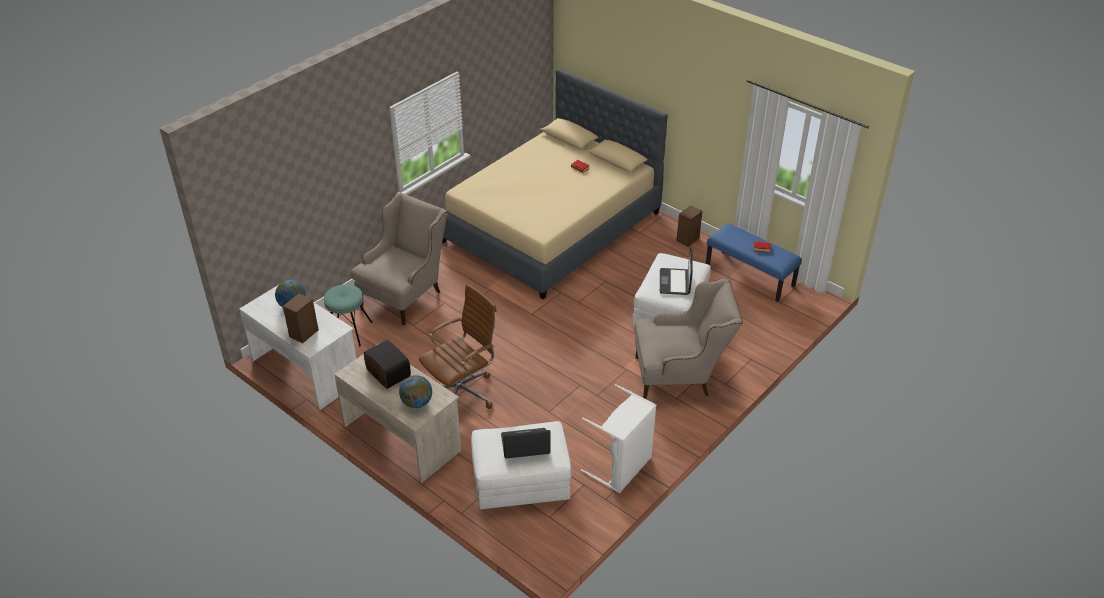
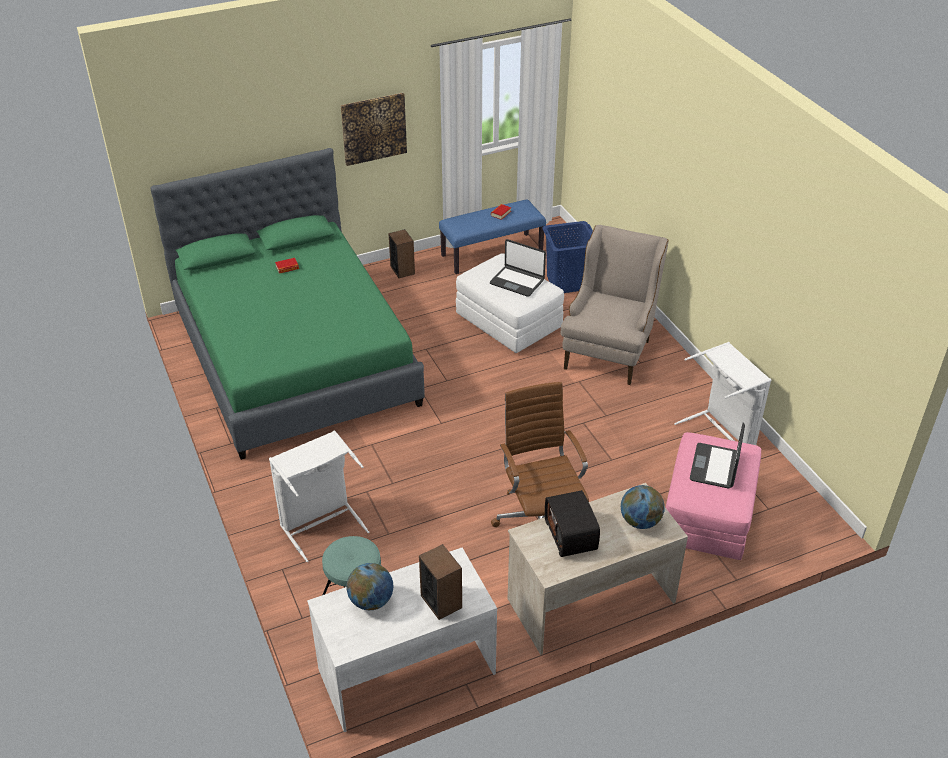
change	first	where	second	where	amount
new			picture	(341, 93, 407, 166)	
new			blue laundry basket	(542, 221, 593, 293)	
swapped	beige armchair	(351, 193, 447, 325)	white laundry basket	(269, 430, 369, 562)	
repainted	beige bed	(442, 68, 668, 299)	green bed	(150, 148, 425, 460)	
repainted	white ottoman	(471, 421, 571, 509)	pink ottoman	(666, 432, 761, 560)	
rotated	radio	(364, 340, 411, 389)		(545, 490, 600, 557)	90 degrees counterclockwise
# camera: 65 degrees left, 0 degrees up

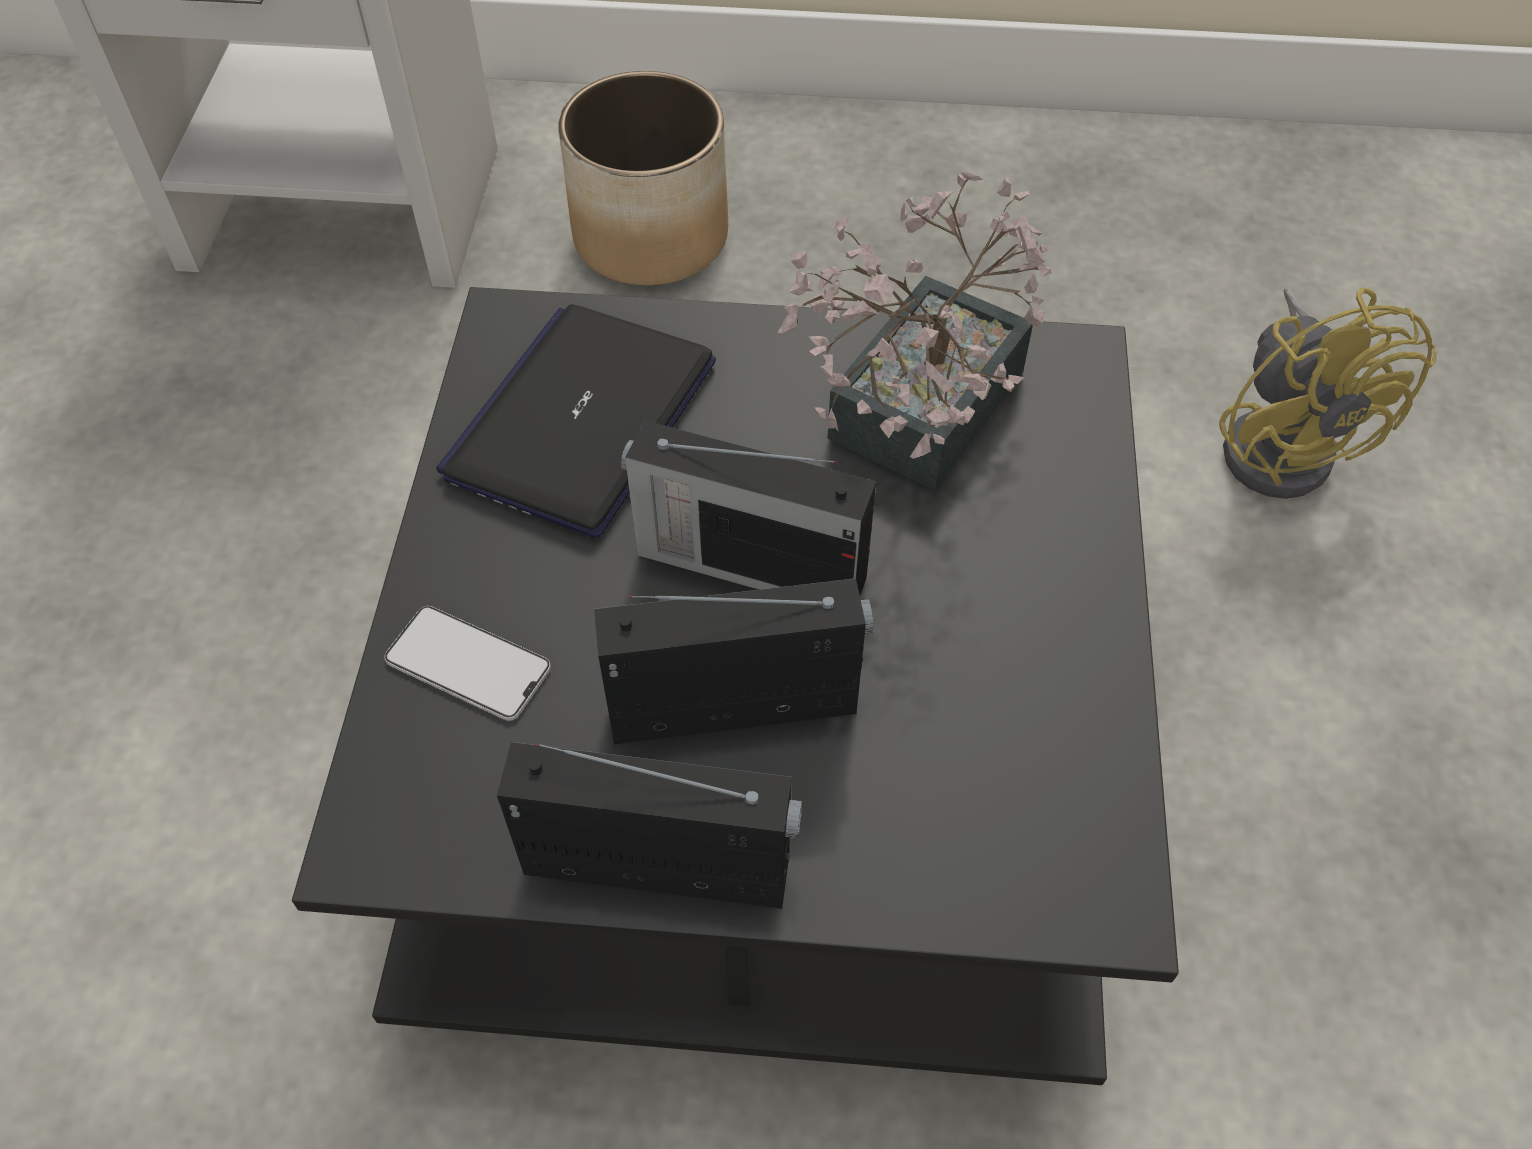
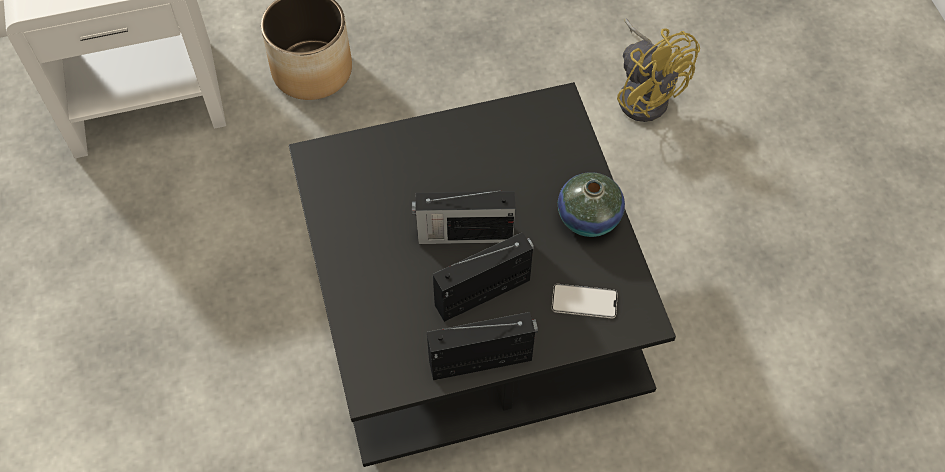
change	first	where	second	where	amount
gone	laptop	(436, 304, 716, 538)			
gone	potted plant	(778, 172, 1051, 491)			
new			vase	(558, 172, 625, 237)	
shifted	phone	(384, 606, 551, 721)		(552, 284, 618, 318)	
# camera: 20 degrees left, 5 degrees up

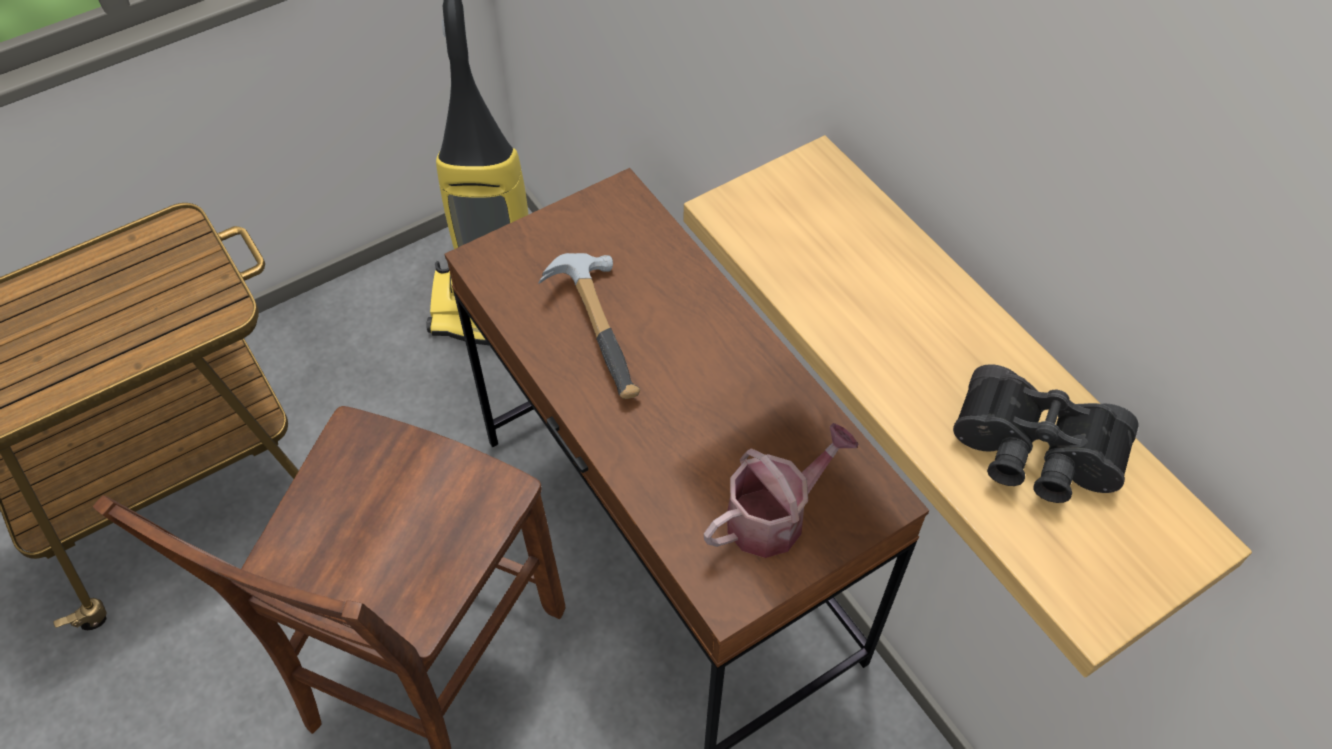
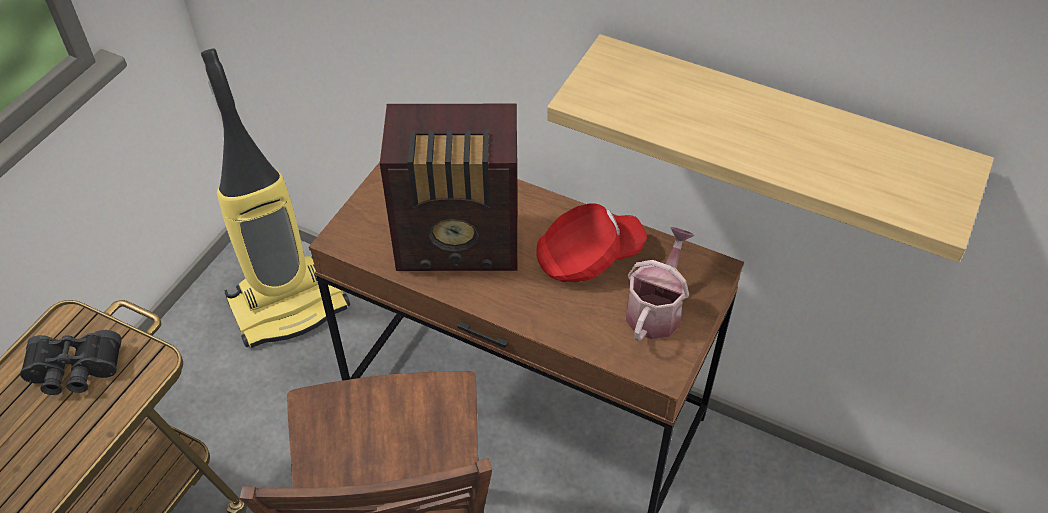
change	first	where	second	where	amount
new			red cap	(536, 203, 647, 282)	
shifted	black binoculars	(953, 364, 1139, 503)		(20, 330, 122, 395)	
swapped	hammer	(538, 253, 640, 399)	radio	(380, 104, 518, 271)	
# camera: 30 degrees left, 5 degrees down

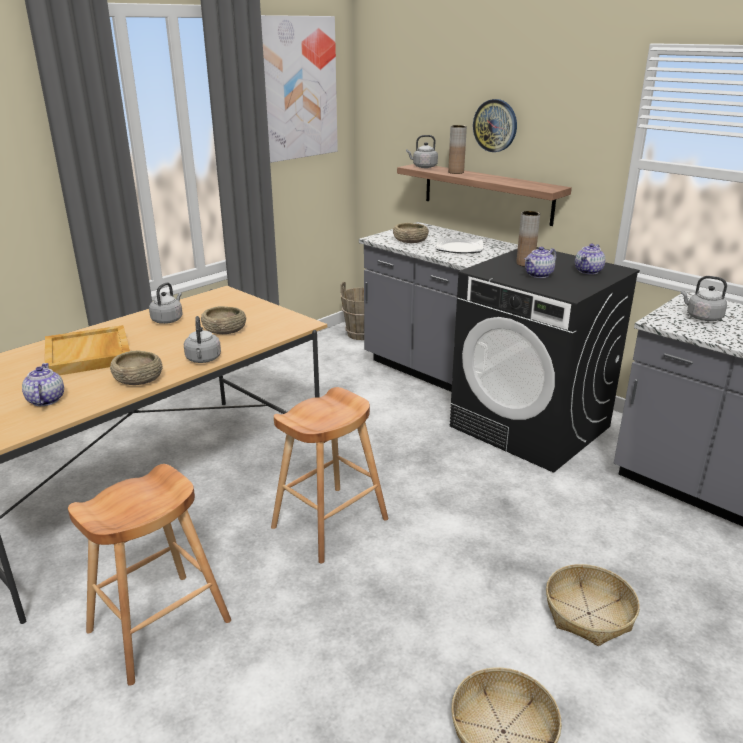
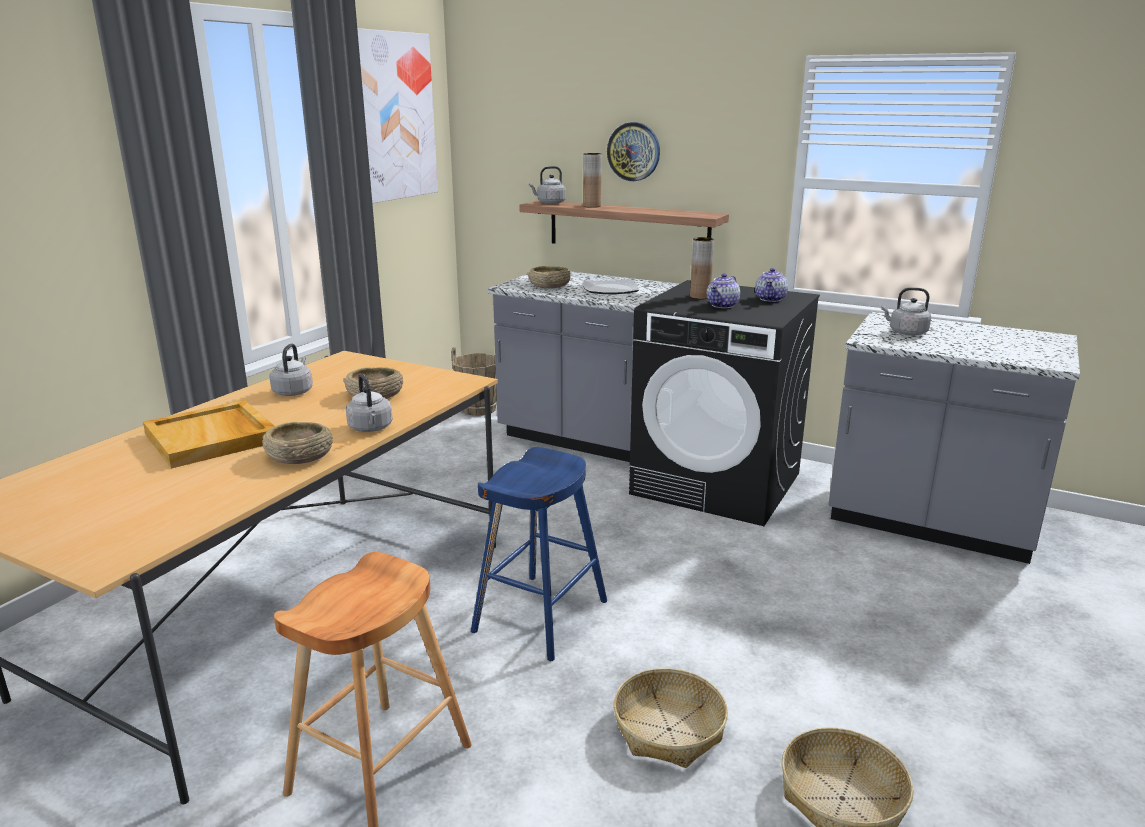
change	first	where	second	where	amount
gone	teapot	(22, 363, 64, 406)			
shifted	basket	(546, 564, 640, 646)		(614, 668, 728, 768)	
repainted	brown stool	(271, 387, 388, 563)	blue stool	(471, 447, 607, 661)	
# camera: 15 degrees left, 5 degrees down

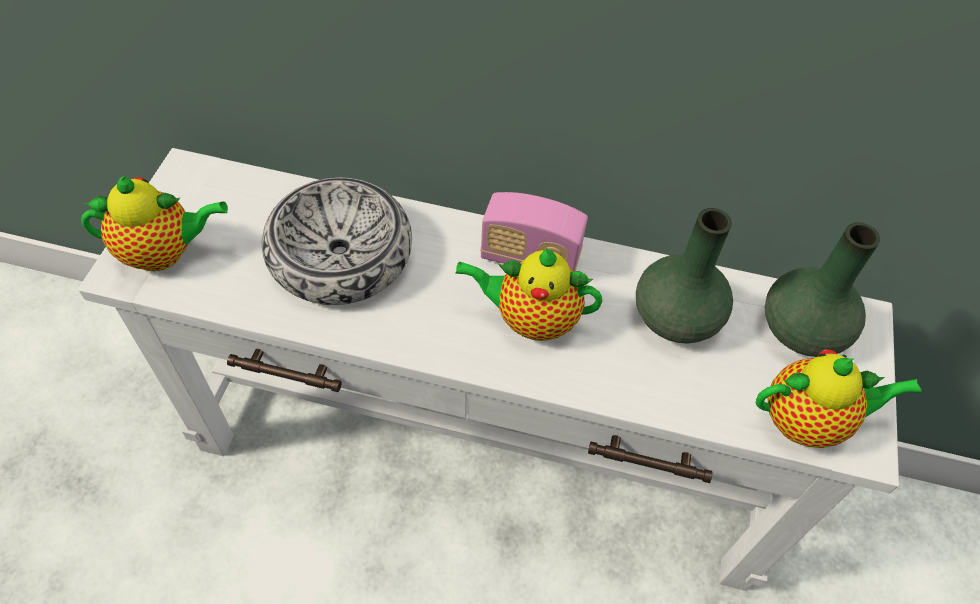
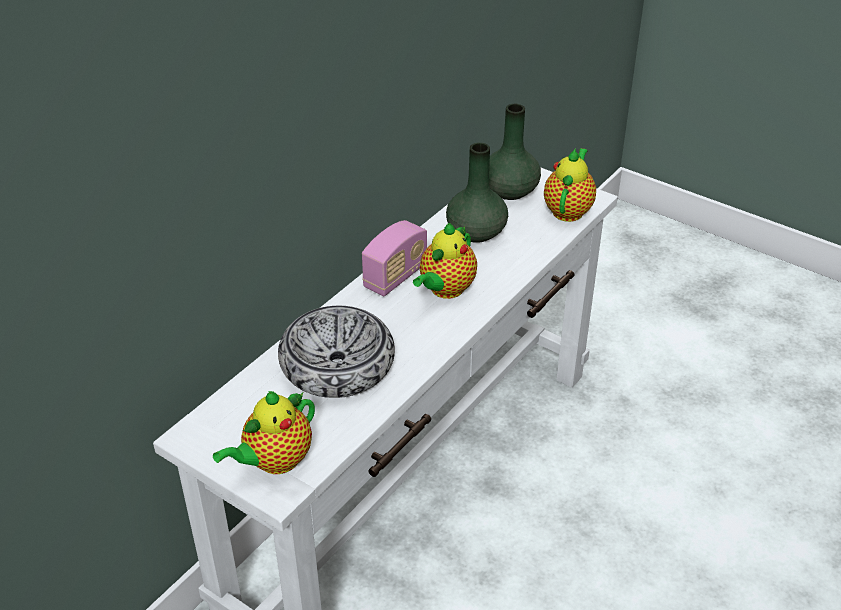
change	first	where	second	where	amount
rotated	teapot	(81, 176, 228, 271)		(213, 391, 315, 474)	150 degrees counterclockwise
# camera: 65 degrees left, 15 degrees down

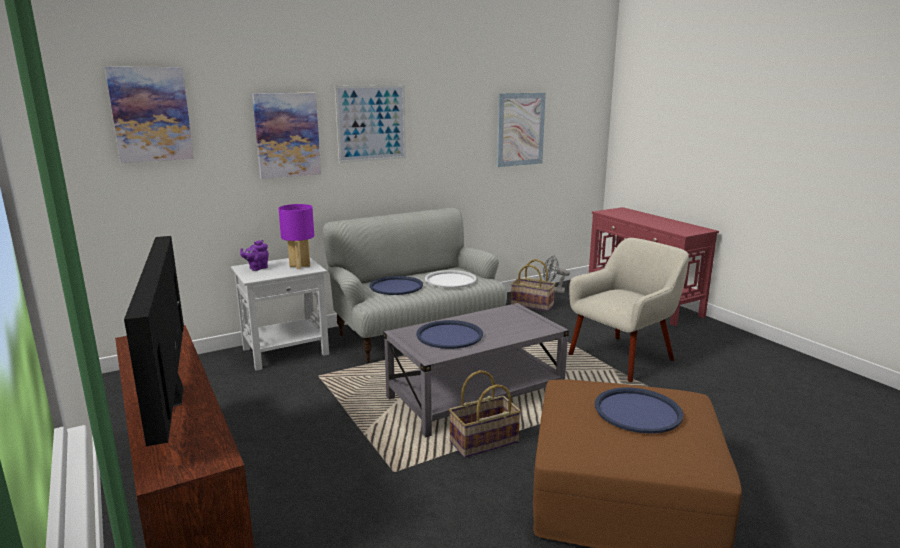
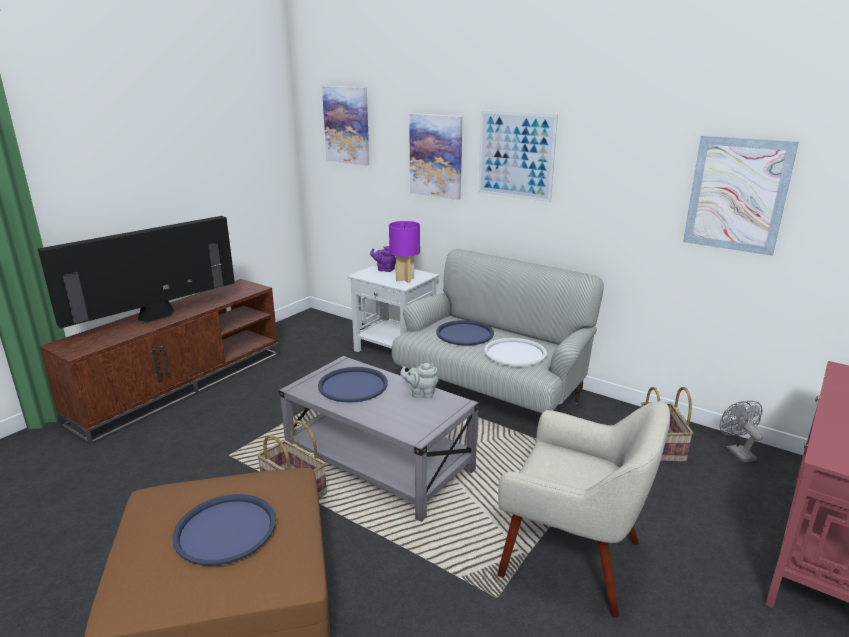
change	first	where	second	where	amount
new			grey teapot	(400, 363, 438, 399)	
# camera: 65 degrees right, 5 degrees up

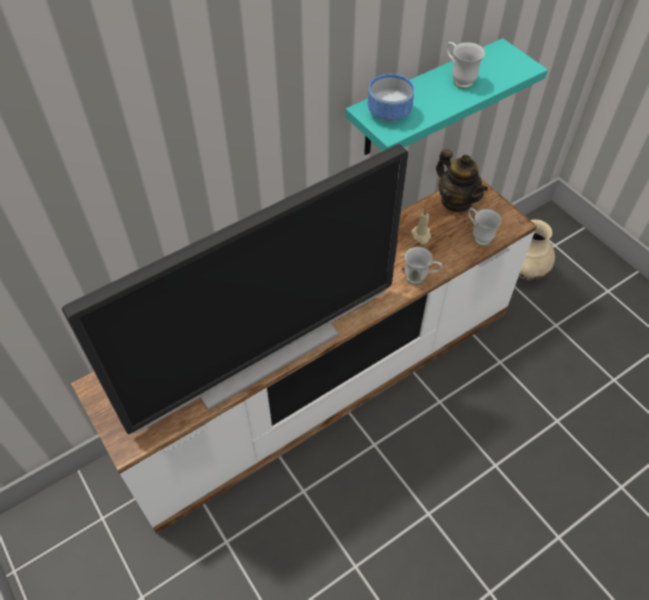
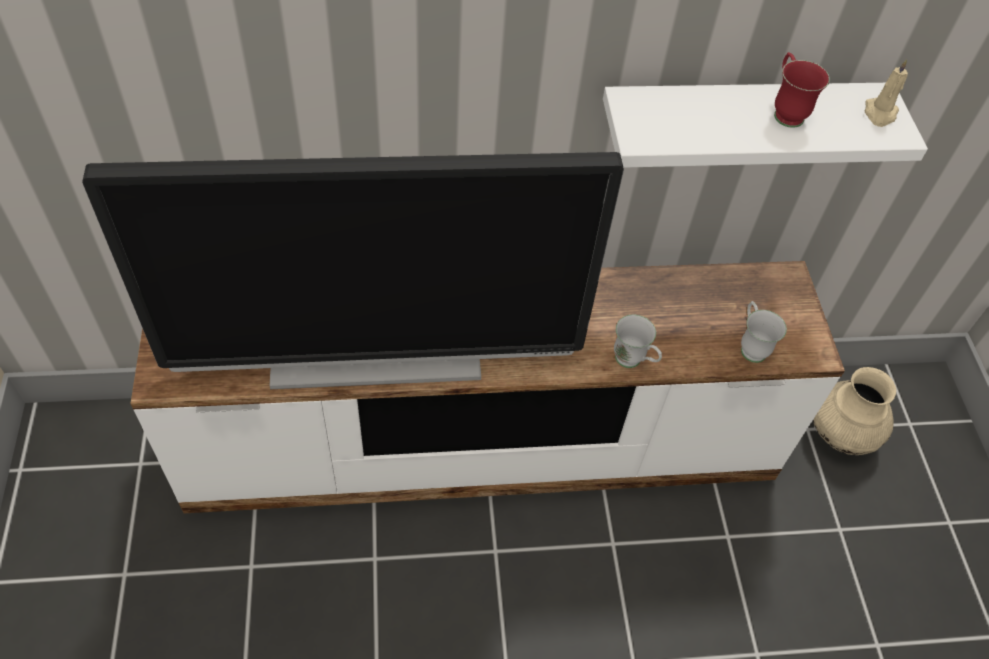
change	first	where	second	where	amount
gone	bowl	(368, 74, 414, 122)			
gone	teapot	(436, 149, 488, 212)			
shifted	beige candle	(411, 209, 431, 245)		(865, 59, 908, 127)	
repainted	turquoise shelf	(345, 38, 548, 155)	white shelf	(603, 83, 928, 168)	
repainted	white mug	(446, 42, 485, 89)	red mug	(774, 52, 830, 128)	
# camera: 25 degrees right, 0 degrees up

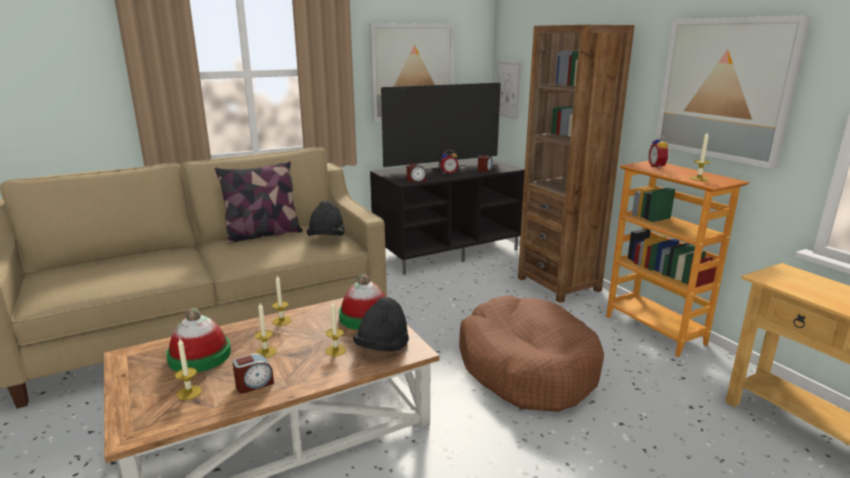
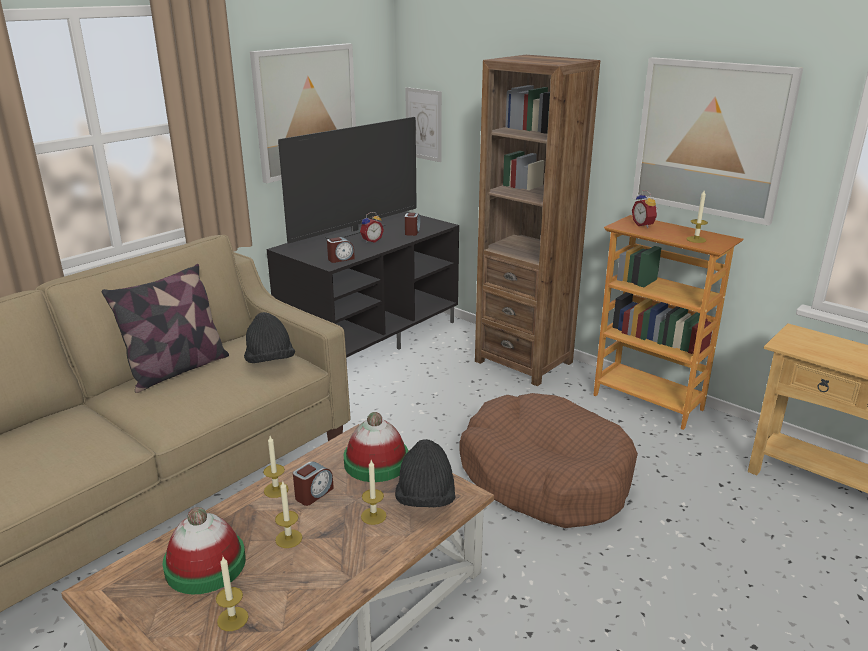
change	first	where	second	where	amount
shifted	alarm clock	(232, 354, 274, 394)		(293, 461, 334, 506)	
# camera: 20 degrees left, 5 degrees up

